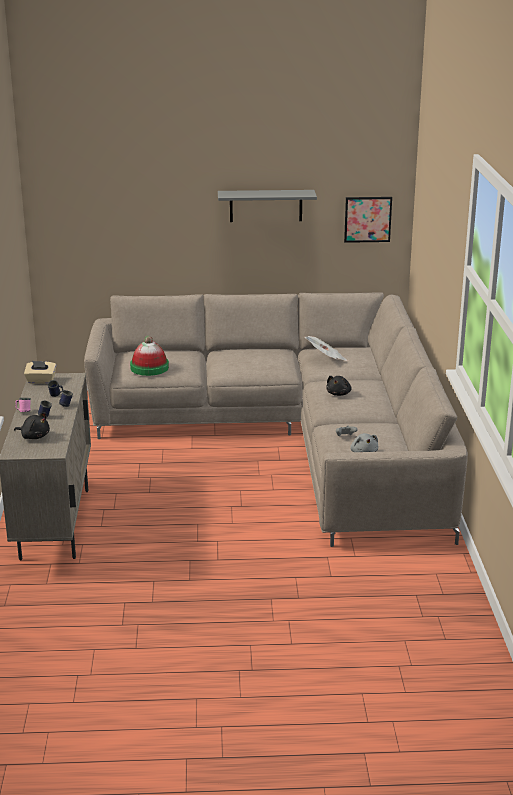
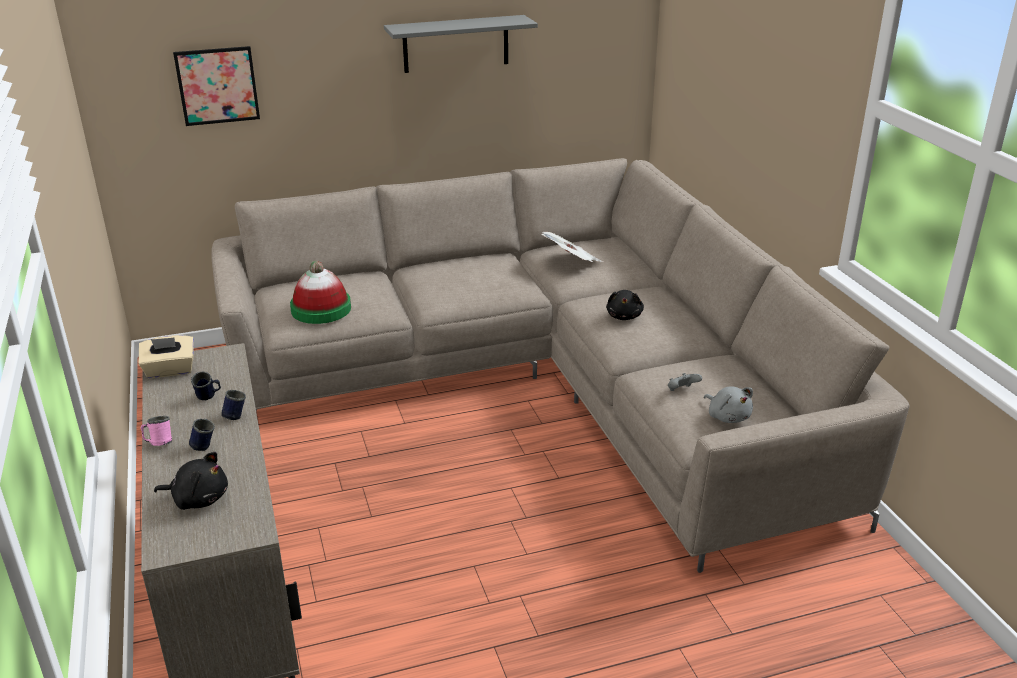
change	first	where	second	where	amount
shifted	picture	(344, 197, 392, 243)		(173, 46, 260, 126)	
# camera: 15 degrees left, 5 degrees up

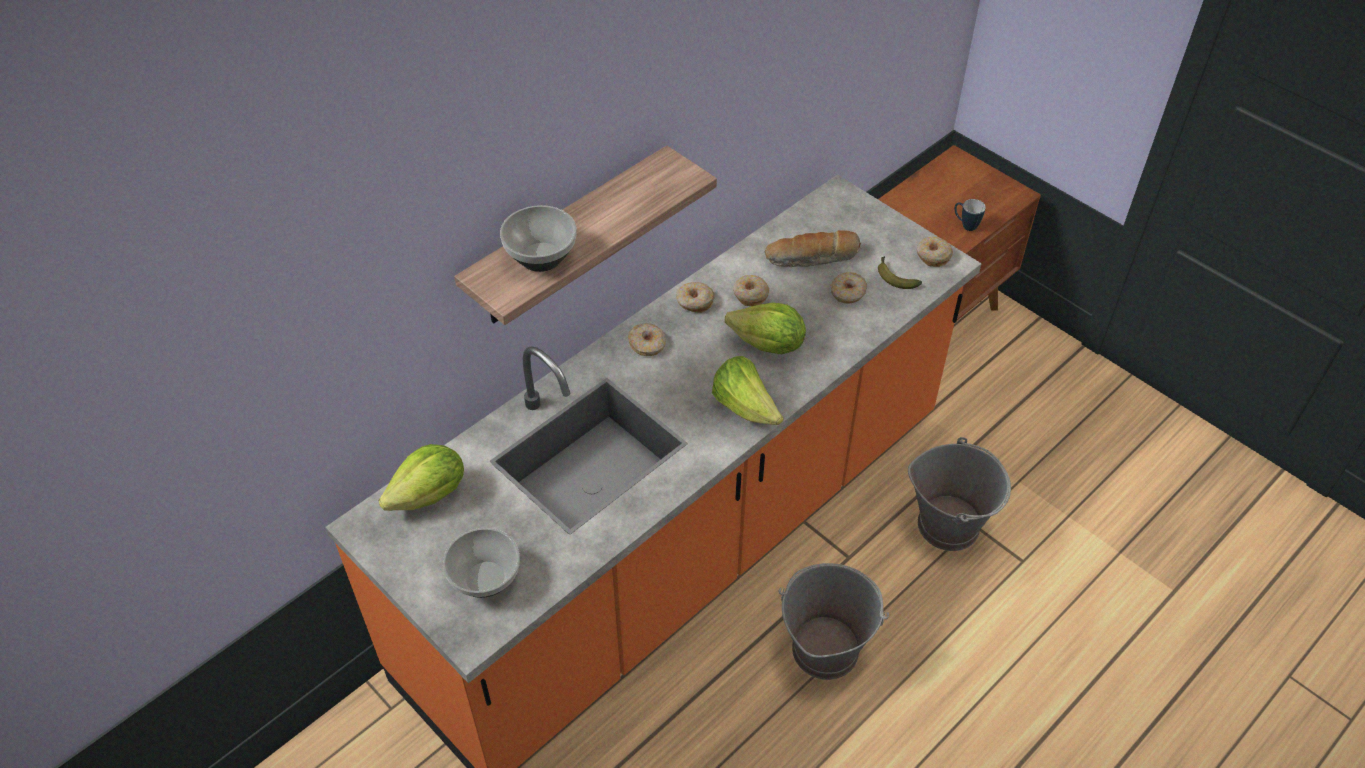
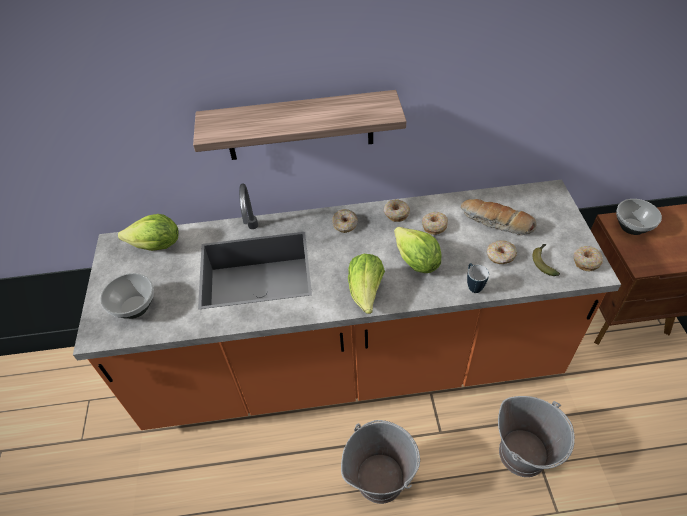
change	first	where	second	where	amount
shifted	bowl	(500, 205, 577, 272)		(616, 199, 662, 235)	
shifted	mug	(954, 199, 986, 231)		(467, 263, 489, 293)	
# camera: 40 degrees right, 0 degrees up

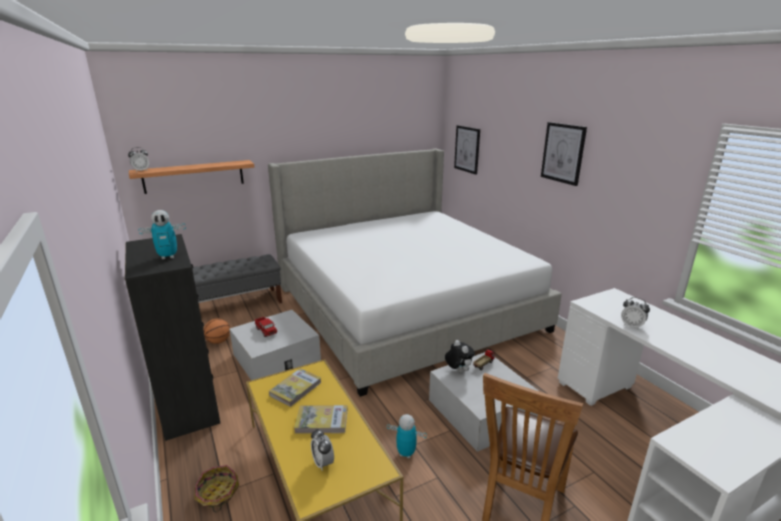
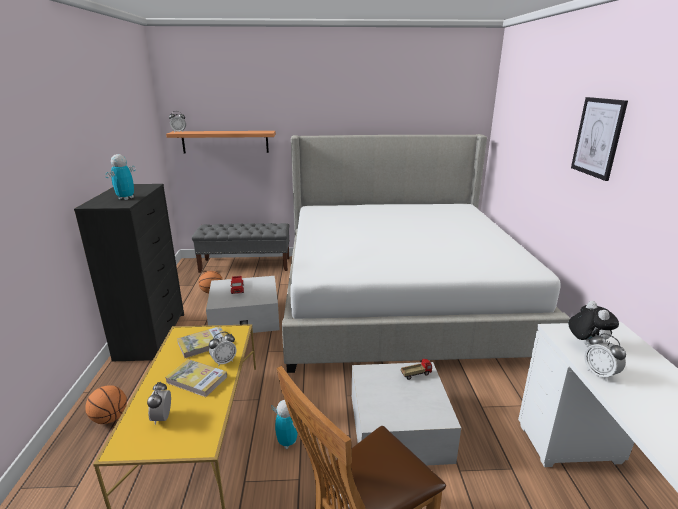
change	first	where	second	where	amount
gone	picture	(454, 125, 480, 175)			
new			alarm clock	(209, 332, 236, 367)	
shifted	plush toy	(445, 340, 475, 373)		(569, 301, 619, 347)	
swapped	basket	(194, 465, 239, 513)	basketball	(85, 385, 127, 424)	
rotated	toy robot	(138, 210, 186, 260)		(105, 154, 135, 200)	105 degrees clockwise
# camera: 25 degrees right, 0 degrees up

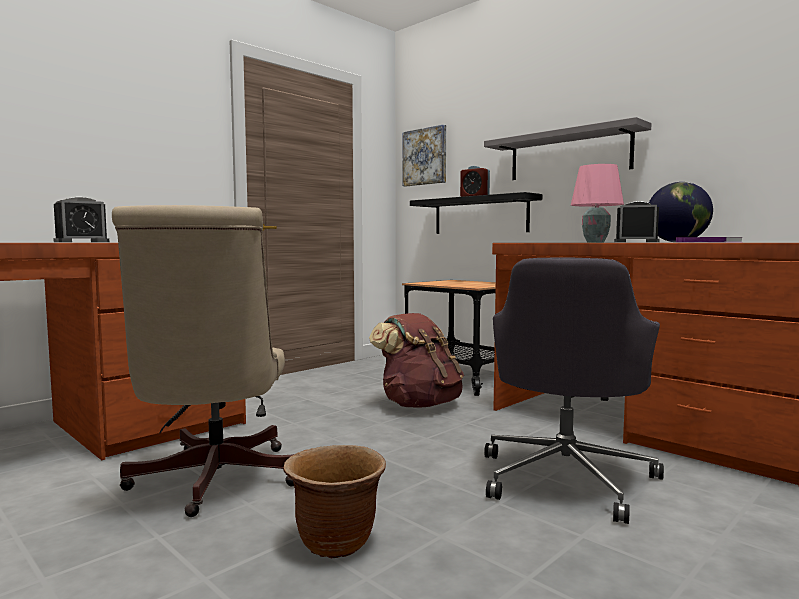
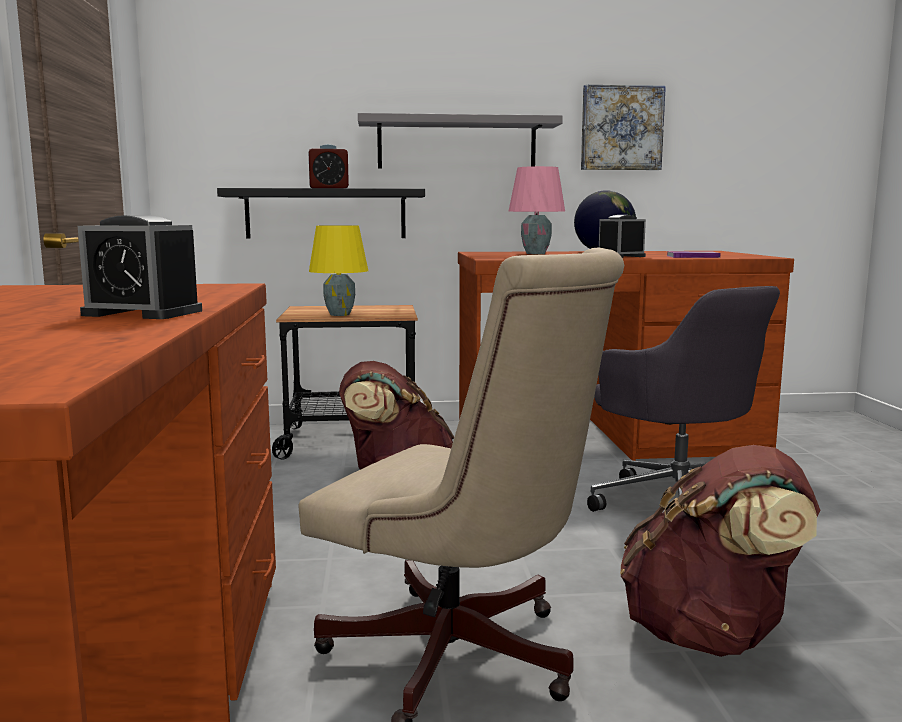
change	first	where	second	where	amount
new			yellow table lamp	(309, 225, 368, 316)	
shifted	picture	(402, 125, 446, 186)		(581, 84, 666, 170)	
swapped	brown planter	(283, 445, 386, 558)	brown backpack	(620, 445, 820, 657)	
rotated	alarm clock	(53, 197, 110, 242)		(78, 215, 202, 319)	105 degrees clockwise
# camera: 50 degrees left, 5 degrees up

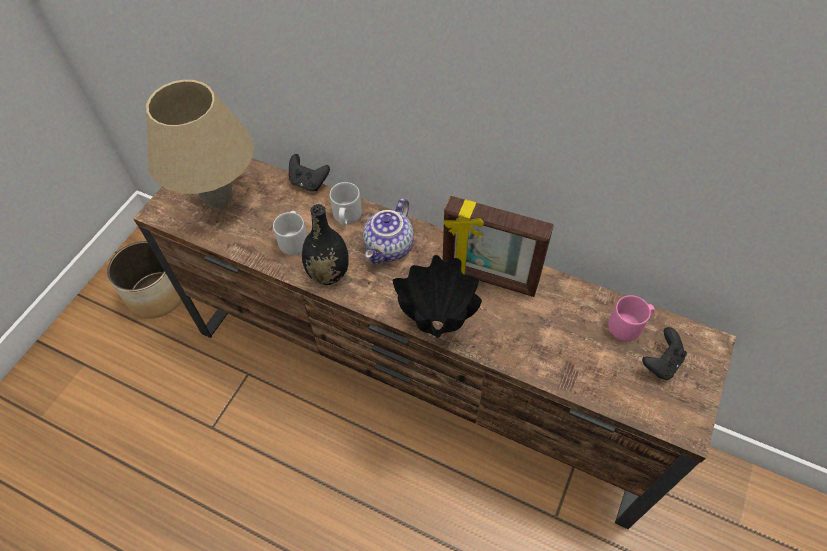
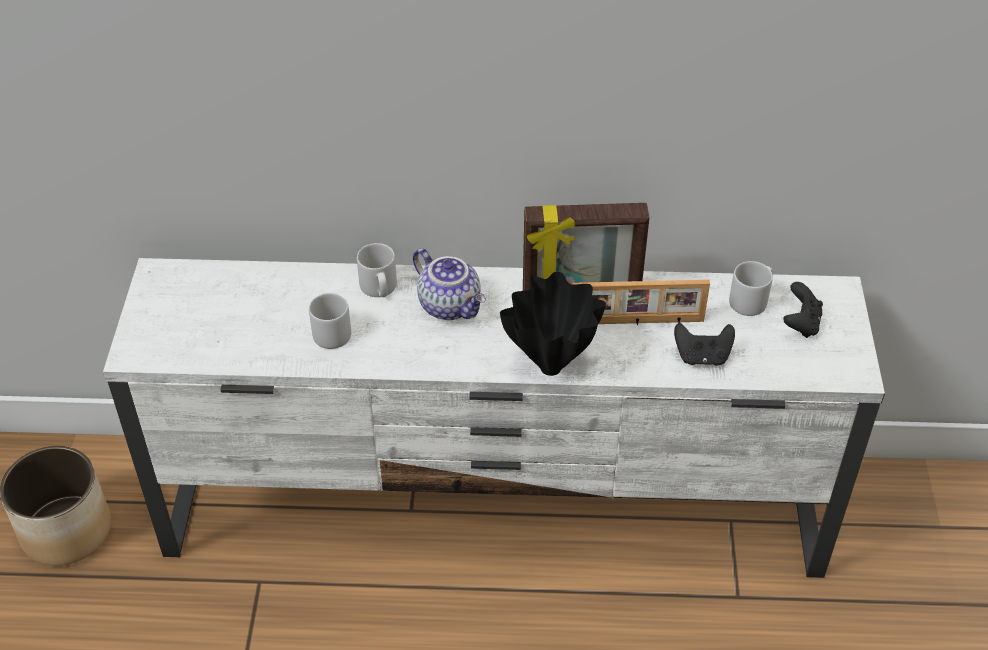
change	first	where	second	where	amount
gone	beige table lamp	(146, 80, 254, 208)			
gone	black vase	(302, 204, 349, 285)			
new			picture frame	(572, 280, 710, 326)	
shifted	black game controller	(289, 154, 330, 191)		(674, 323, 735, 366)	
repainted	brown tv stand	(133, 158, 736, 529)	white tv stand	(103, 258, 885, 578)	
repainted	pink mug	(608, 295, 655, 341)	grey mug	(729, 261, 773, 316)	
rotated	teapot	(363, 198, 414, 264)		(413, 248, 486, 320)	45 degrees counterclockwise
# camera: 25 degrees left, 10 degrees down

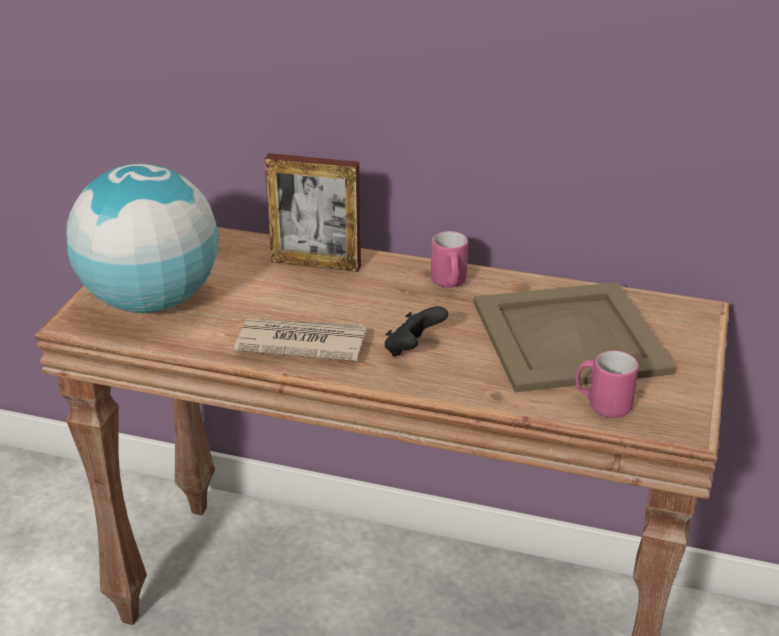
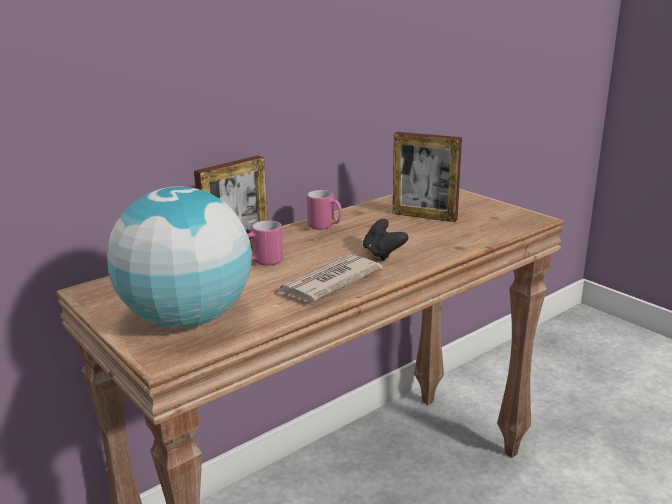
change	first	where	second	where	amount
shifted	pink mug	(575, 351, 639, 418)		(248, 220, 283, 266)	
swapped	beige tray	(474, 282, 676, 392)	picture frame	(393, 132, 462, 222)	
# camera: 55 degrees left, 10 degrees down

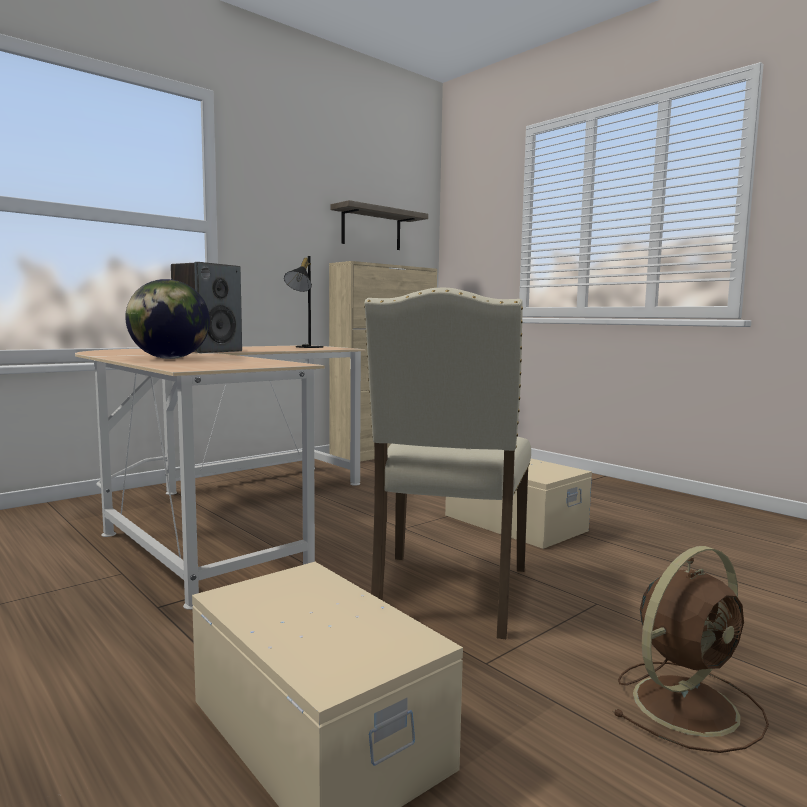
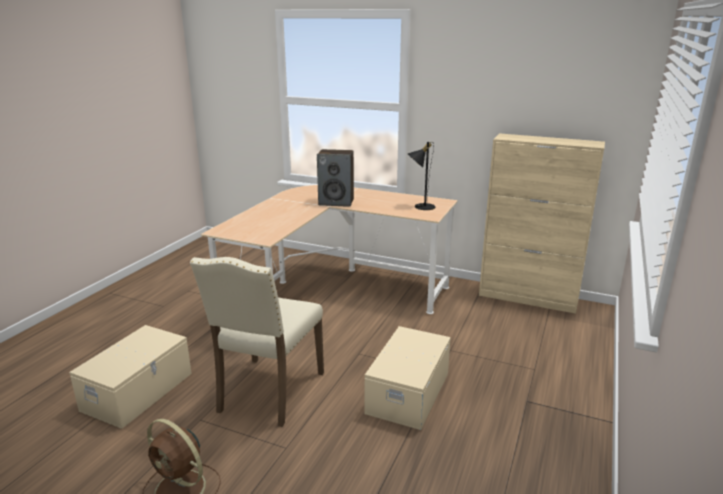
change	first	where	second	where	amount
gone	globe	(125, 279, 210, 359)			
gone	shelf	(330, 200, 428, 250)			
rotated	beige chair	(364, 288, 531, 639)		(190, 257, 324, 427)	60 degrees counterclockwise
# camera: 65 degrees right, 15 degrees up

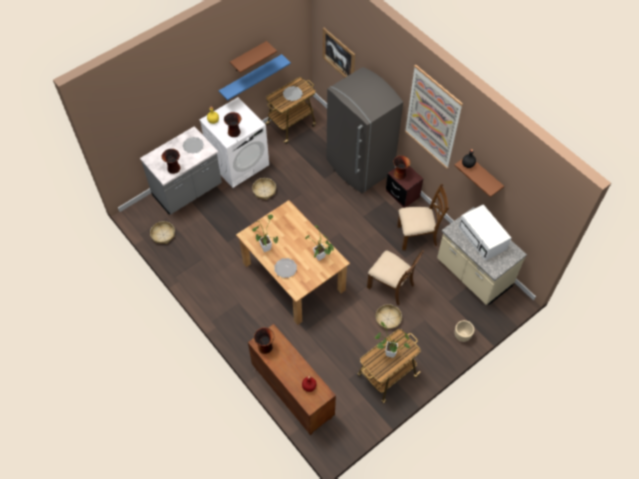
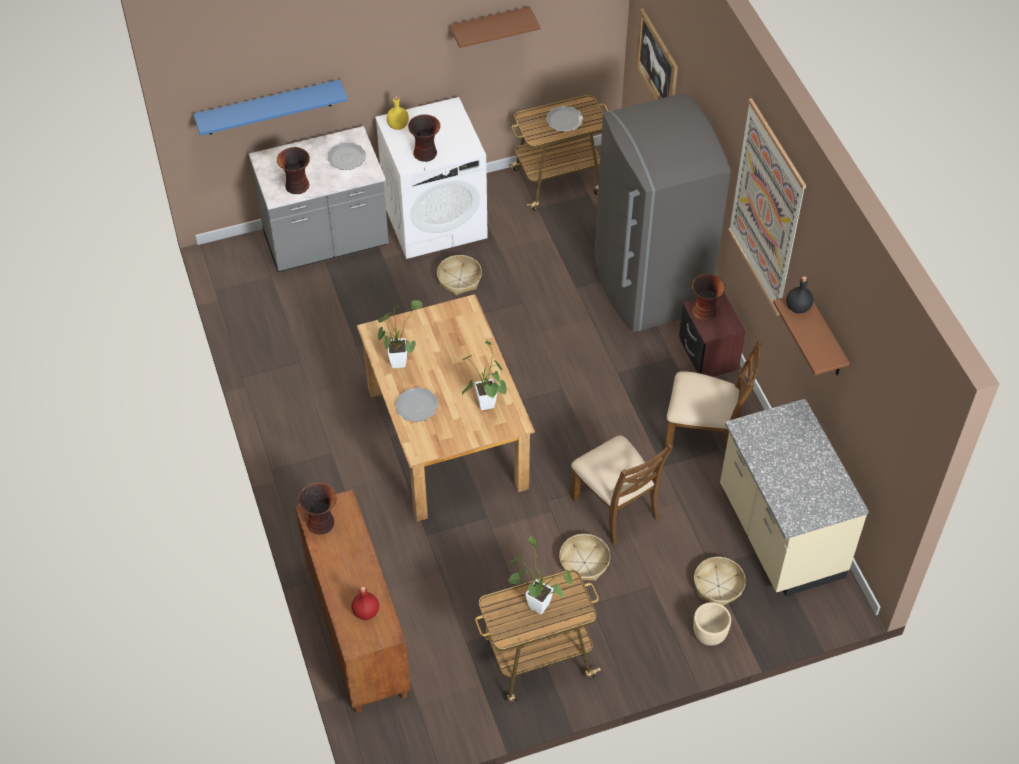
change	first	where	second	where	amount
gone	white microwave	(459, 204, 511, 261)			
shifted	basket	(150, 221, 175, 244)		(694, 557, 746, 606)	
shifted	blue shelf	(219, 54, 291, 100)		(193, 79, 348, 136)	
# camera: 20 degrees right, 5 degrees down

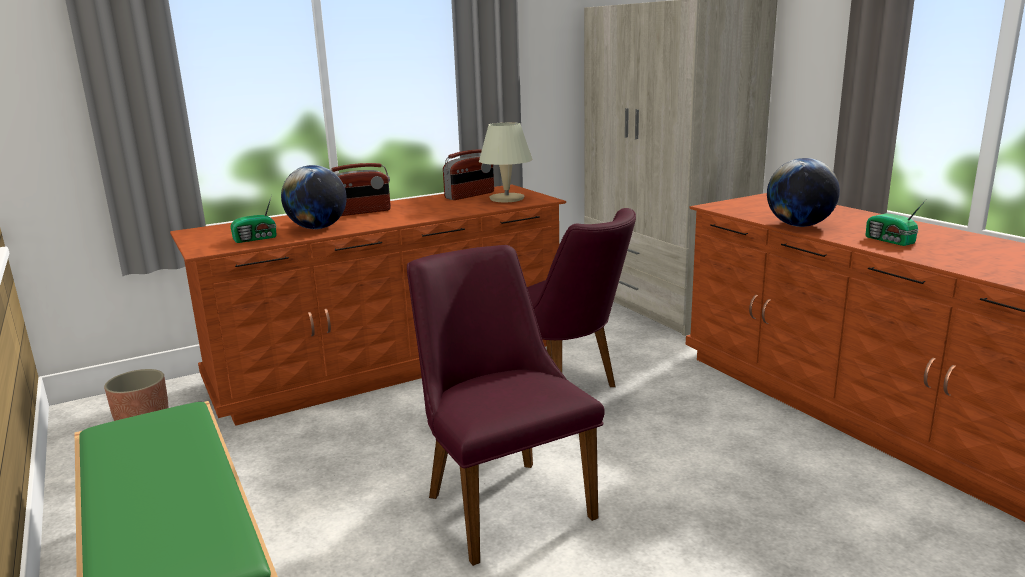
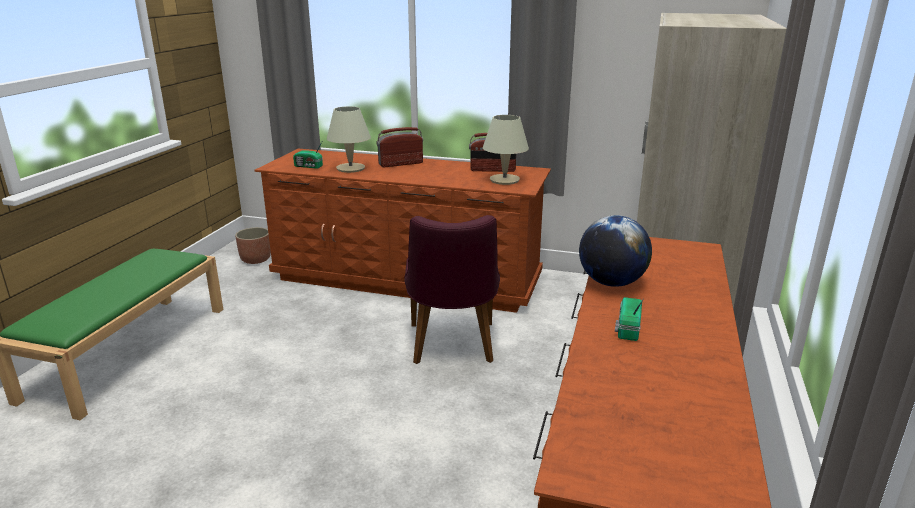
change	first	where	second	where	amount
gone	purple chair	(407, 245, 605, 566)			
swapped	globe	(281, 165, 347, 229)	beige table lamp	(327, 106, 371, 173)	
rotated	radio	(331, 163, 391, 216)		(377, 127, 423, 167)	135 degrees clockwise
# camera: 45 degrees right, 5 degrees up

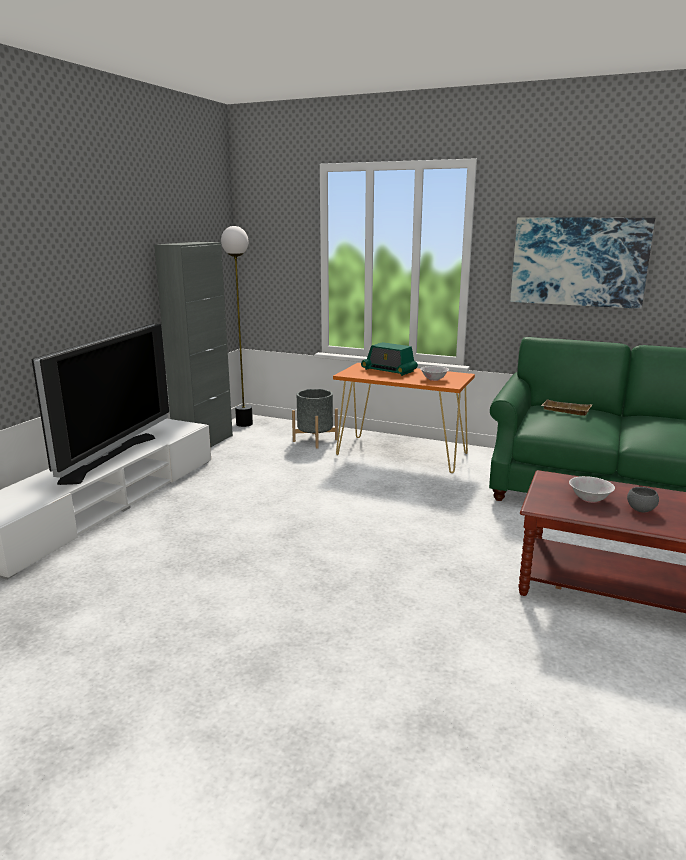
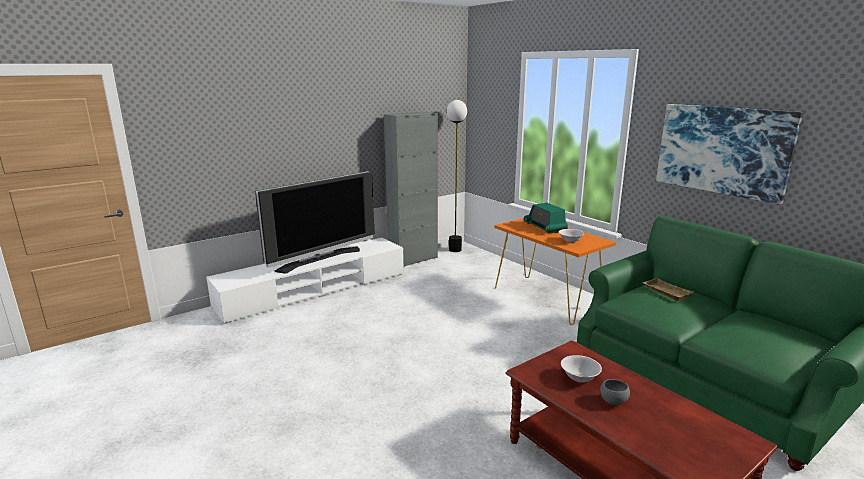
change	first	where	second	where	amount
gone	grey planter	(292, 389, 338, 449)			
# camera: 30 degrees right, 0 degrees up

